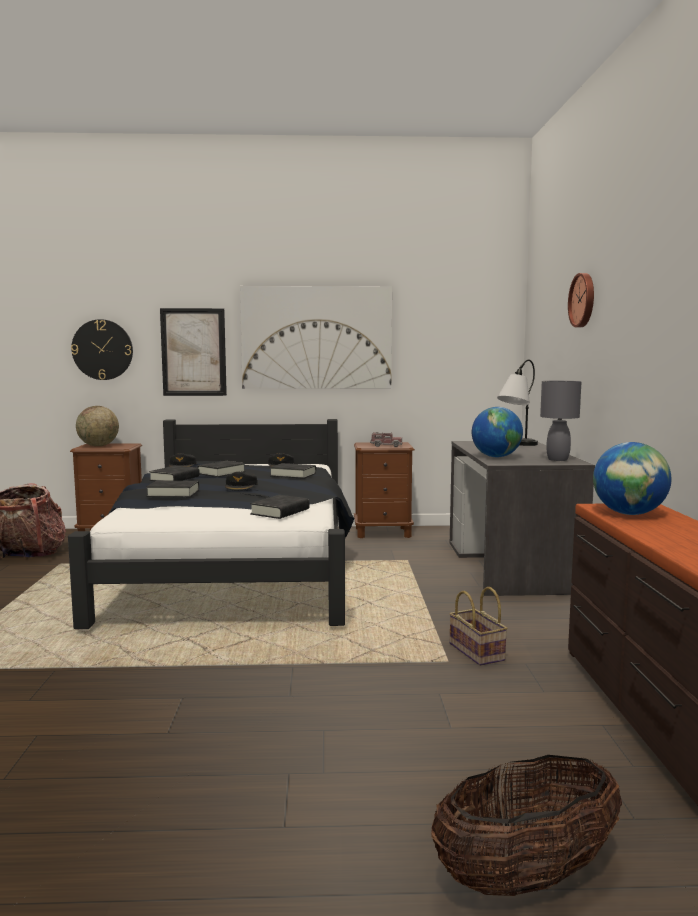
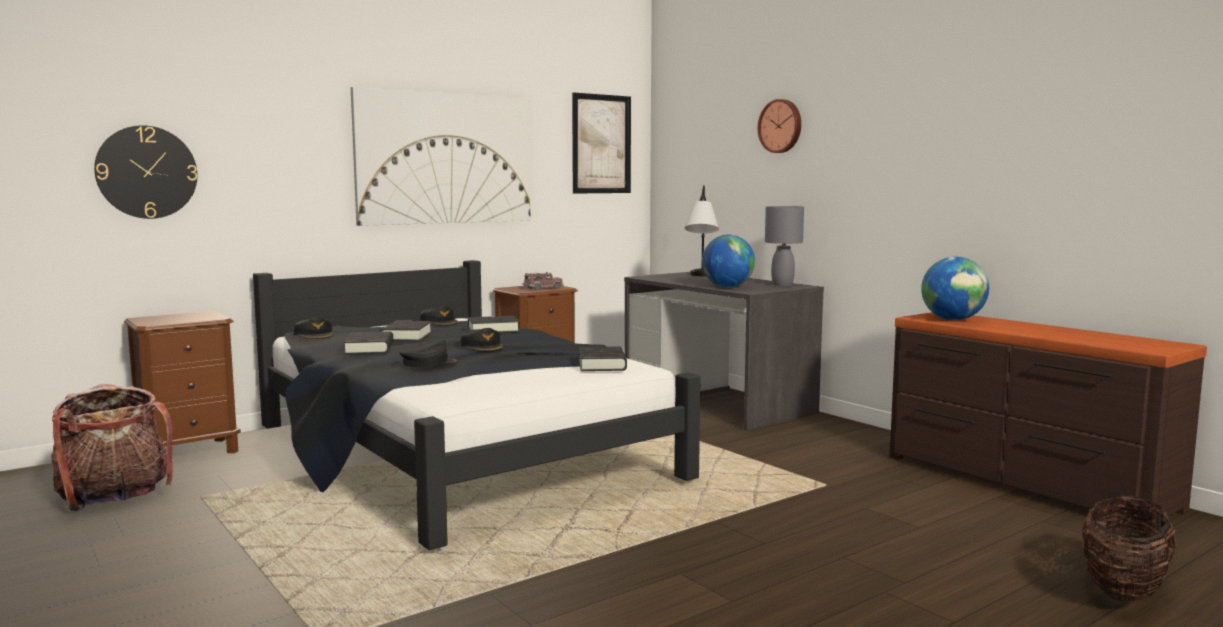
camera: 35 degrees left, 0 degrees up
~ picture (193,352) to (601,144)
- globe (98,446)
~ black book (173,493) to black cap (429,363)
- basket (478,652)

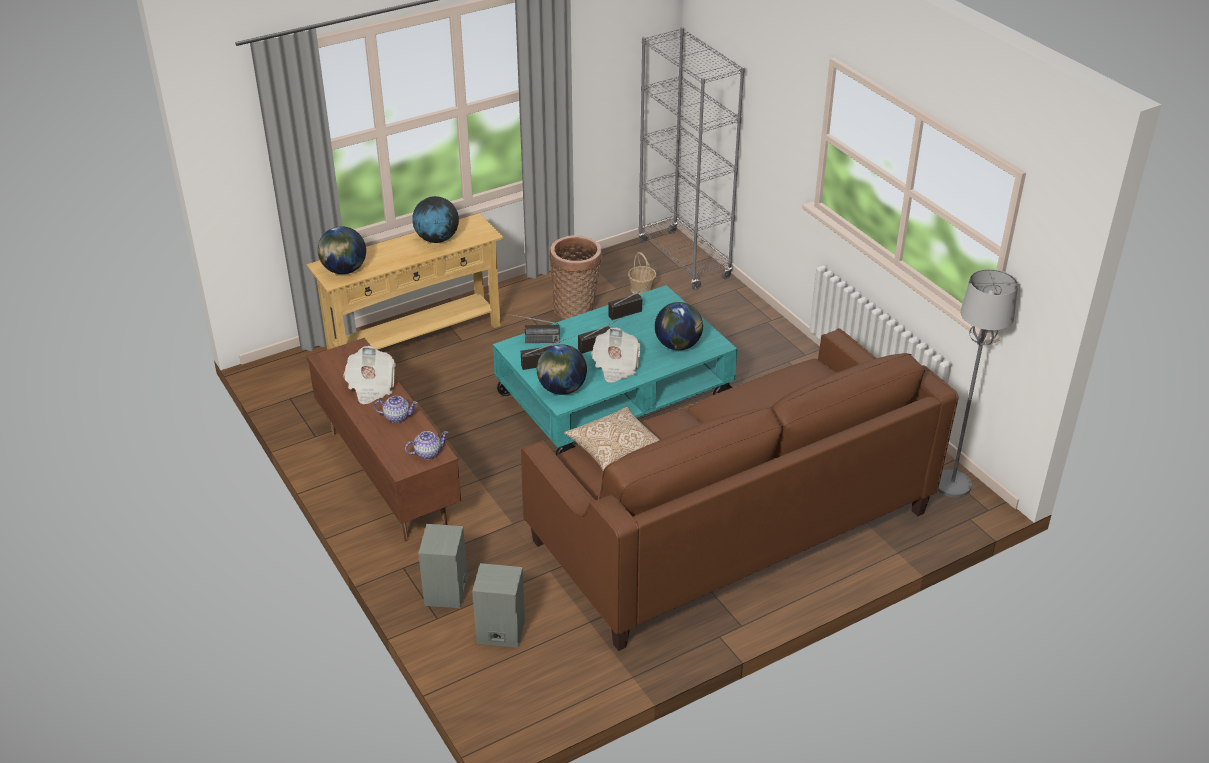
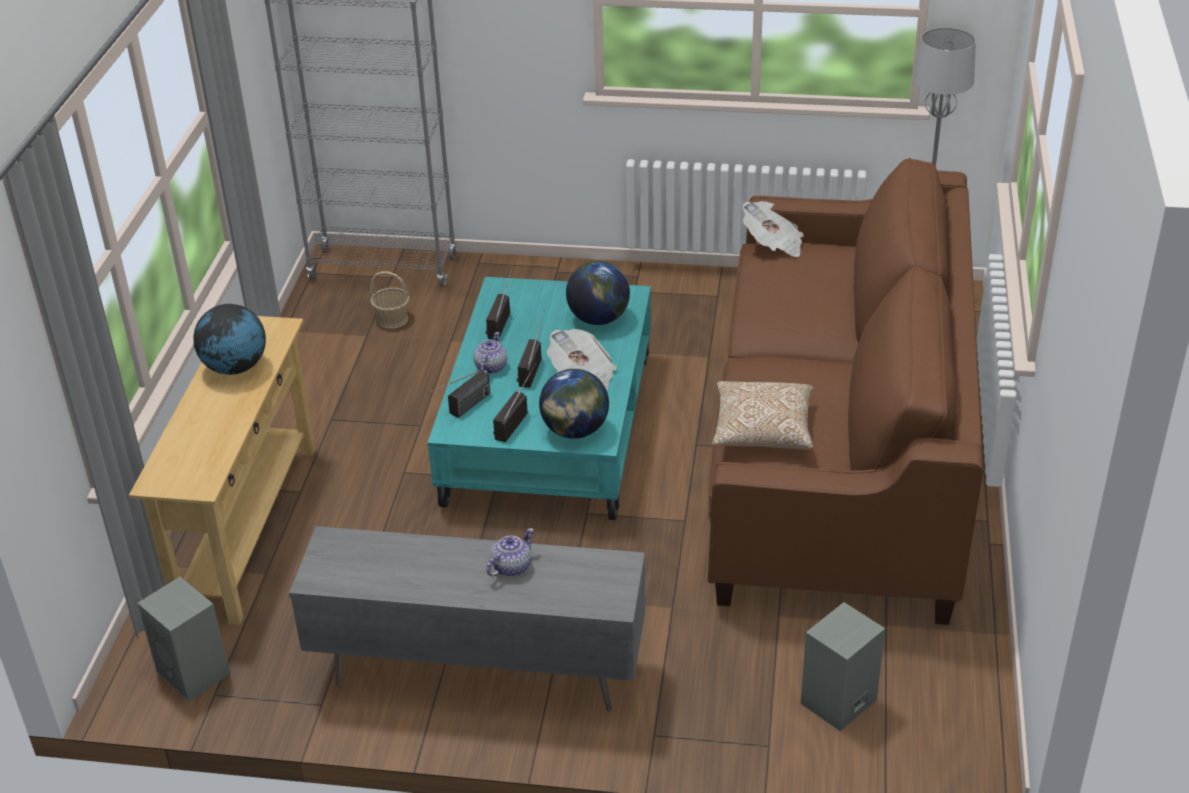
camera: 50 degrees left, 0 degrees up
- globe (344,270)
- basket (576,308)
~ brown tv stand (388,477) to grey tv stand (479,673)
~ newspaper (371,387) to (773,244)
~ teapot (427,453) to (490,367)
~ grey speaker (447,592) to (195,673)

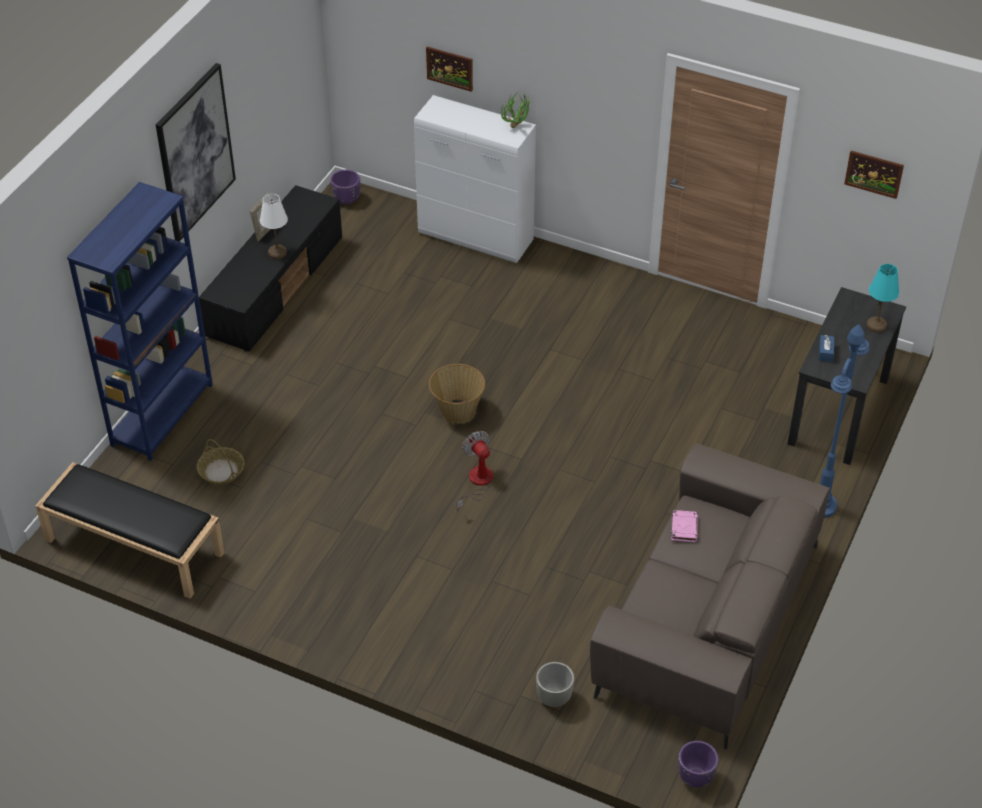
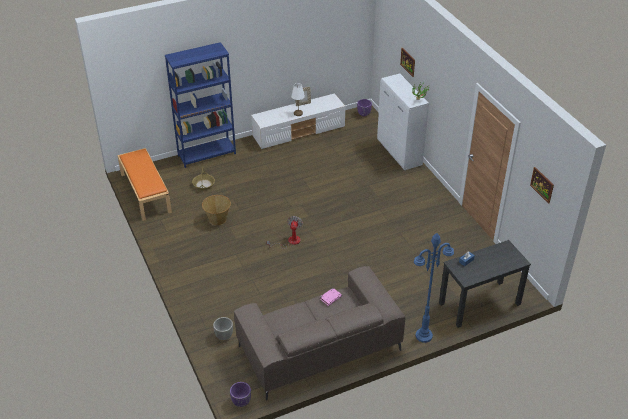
camera: 40 degrees right, 5 degrees down
- picture (195,152)
~ black tv stand (275,287) to white tv stand (299,132)
- turquoise table lamp (876,325)
~ basket (457,411) to (217,219)
~ black bench (133,546) to orange bench (145,192)

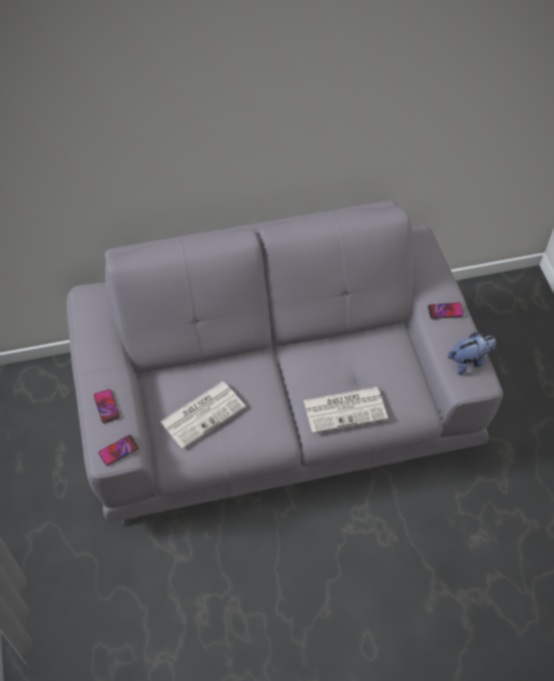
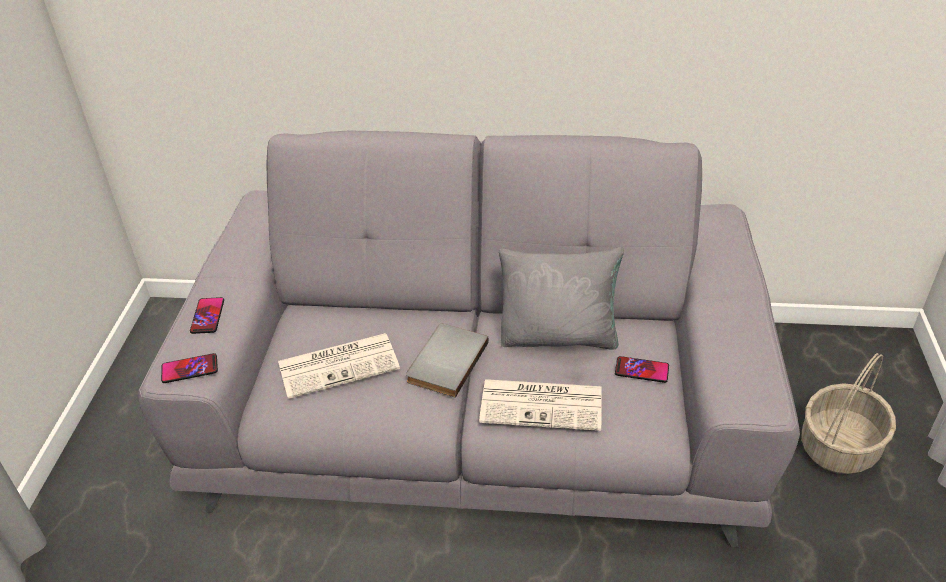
camera: 20 degrees right, 15 degrees down
~ phone (445,311) to (641,370)
- plush toy (469,361)
+ grey pillow (559,336)
+ grey book (445,361)
+ basket (838,446)

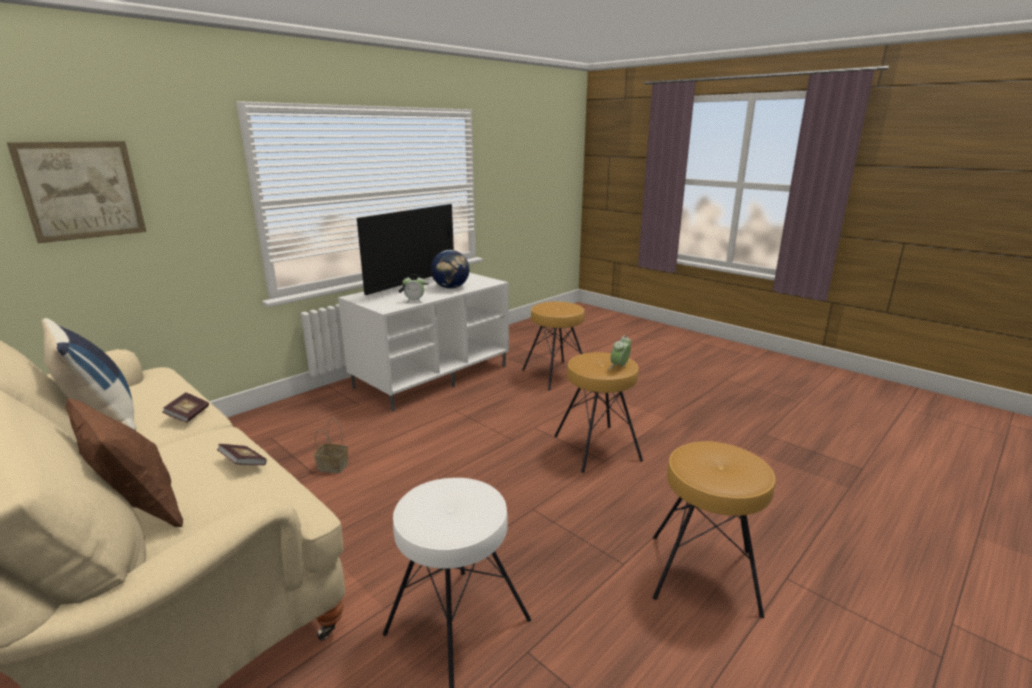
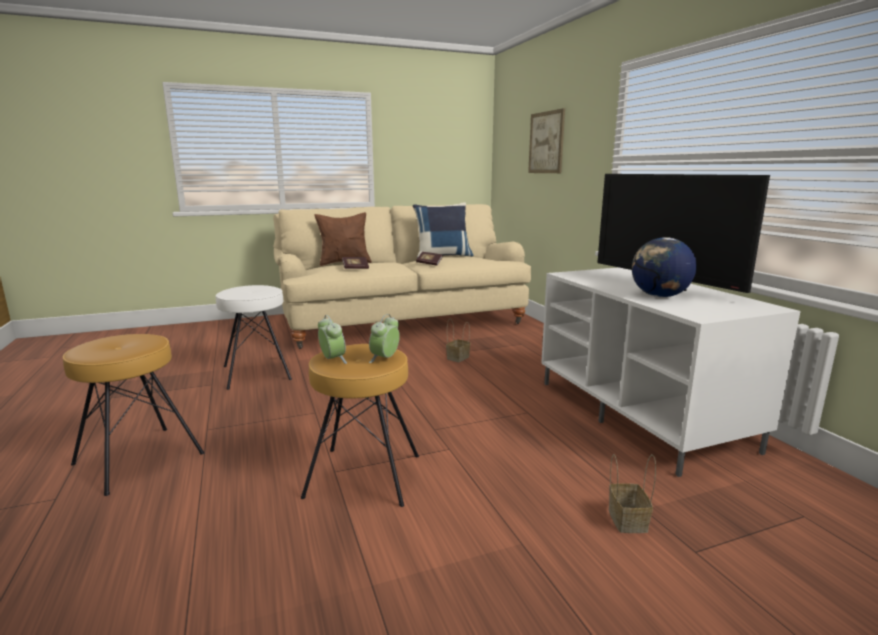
camera: 115 degrees right, 5 degrees down
~ alarm clock (414,301) to (385,359)
~ brown stool (555,375) to basket (626,519)

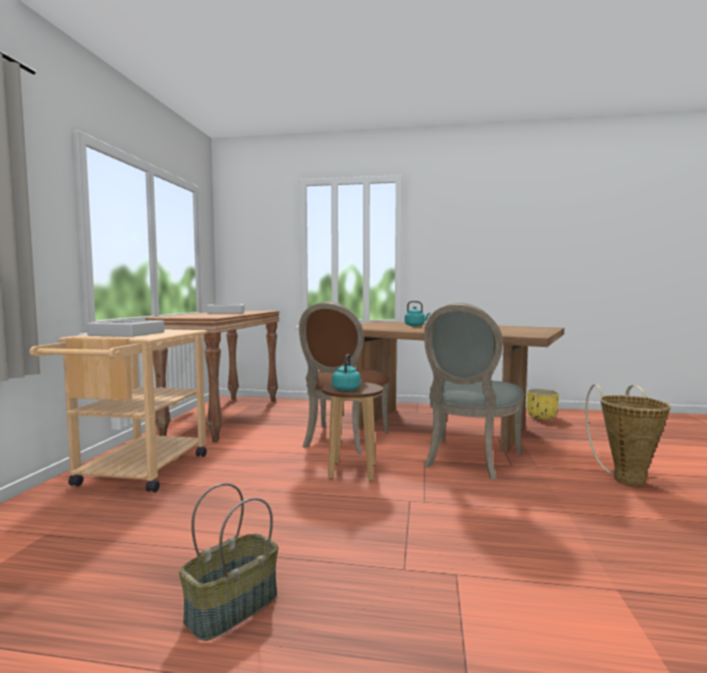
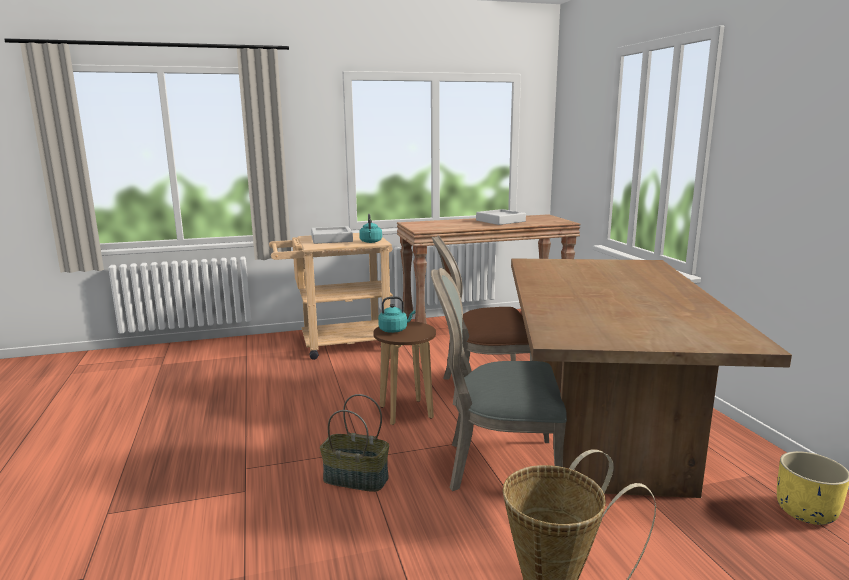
camera: 65 degrees right, 10 degrees up
~ turquoise kettle (416,325) to (371,242)
~ basket (232,609) to (355,479)

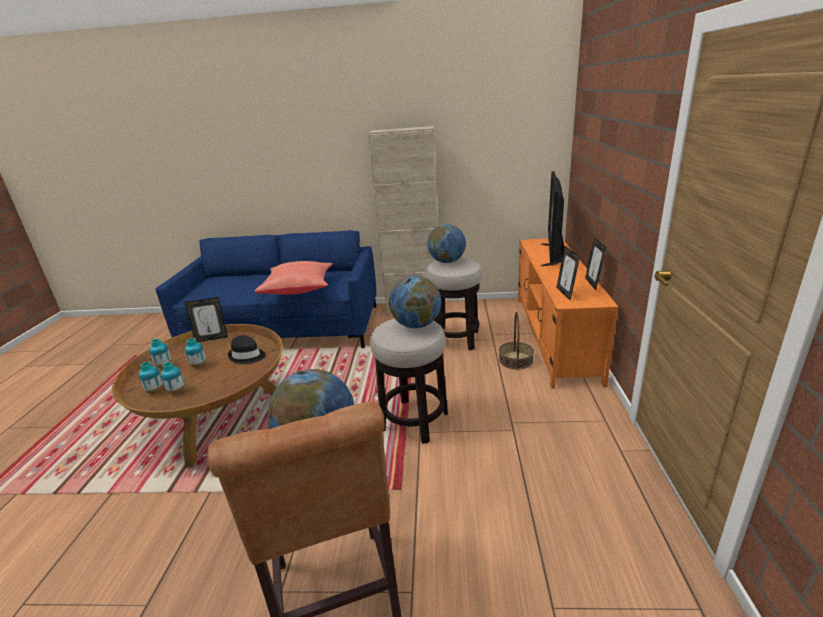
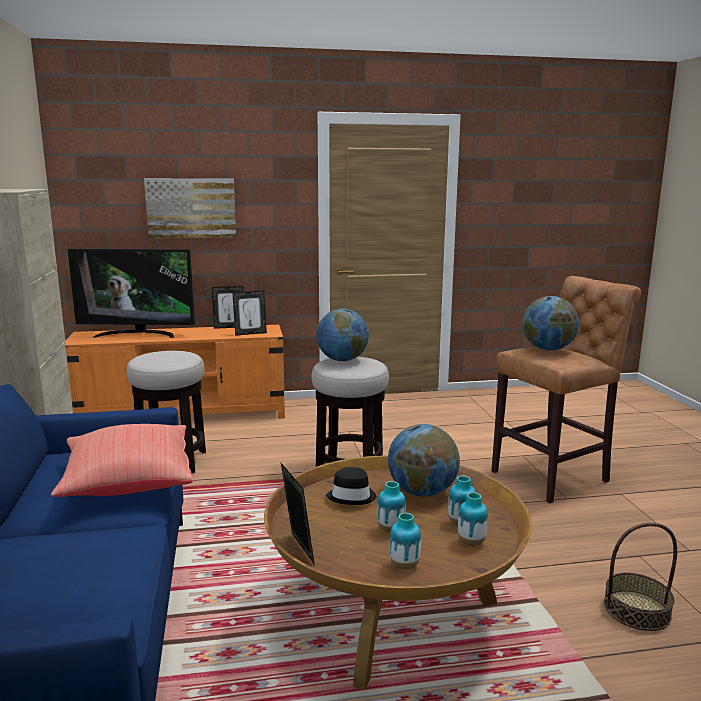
camera: 105 degrees left, 10 degrees down
~ globe (447,261) to (422,492)
~ basket (515,360) to (636,610)
+ picture (191,208)

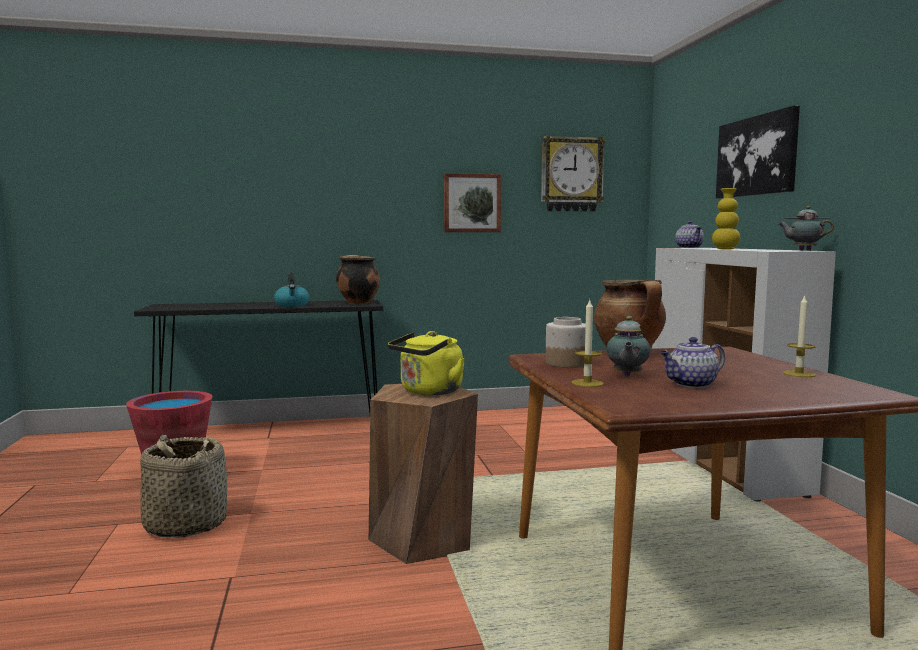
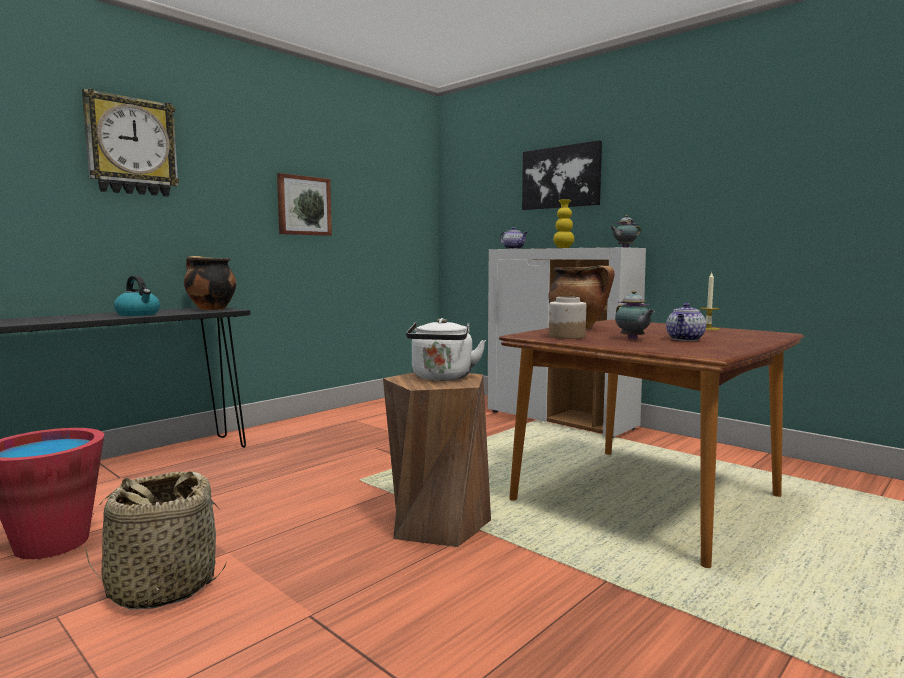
camera: 35 degrees left, 0 degrees up
~ wall clock (571,174) to (131,146)
- candle (587,383)
~ yellow kettle (428,392) to white kettle (442,378)

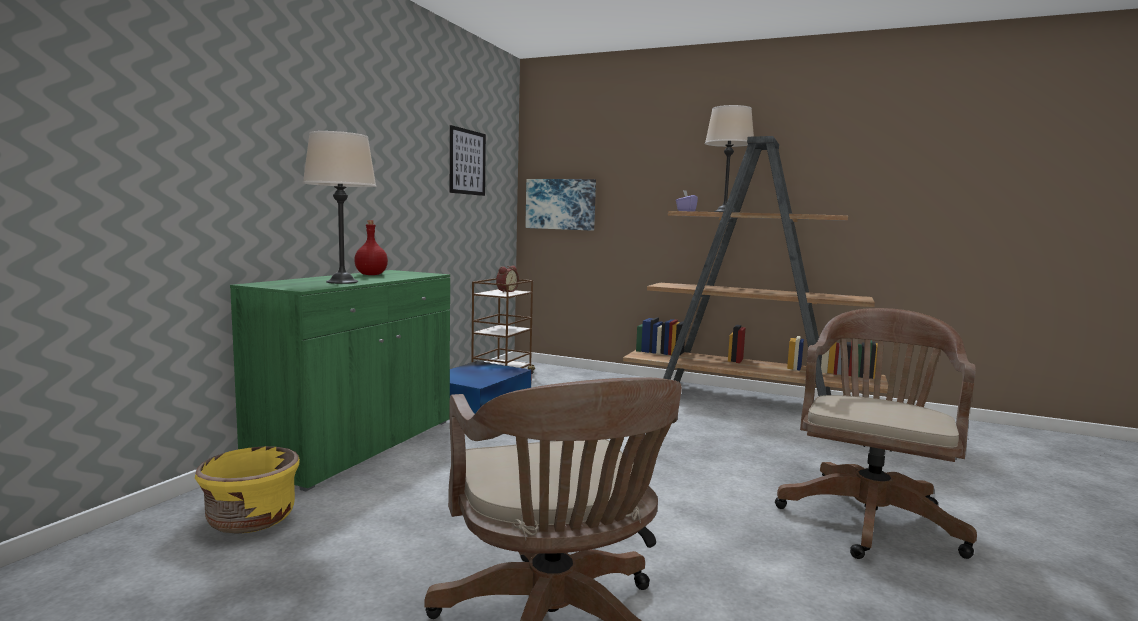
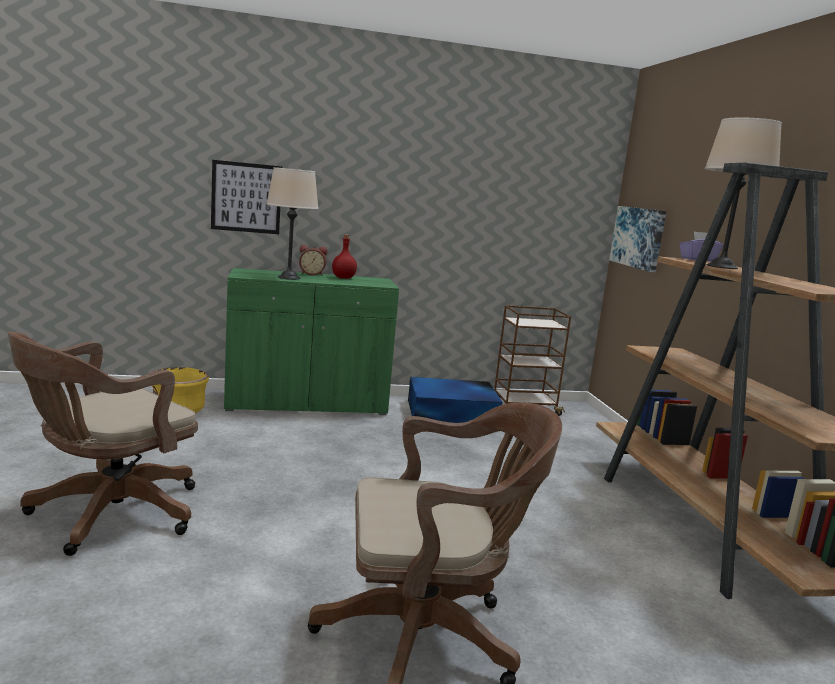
camera: 55 degrees right, 5 degrees up
~ picture (467,162) to (246,197)
~ alarm clock (506,291) to (312,274)

